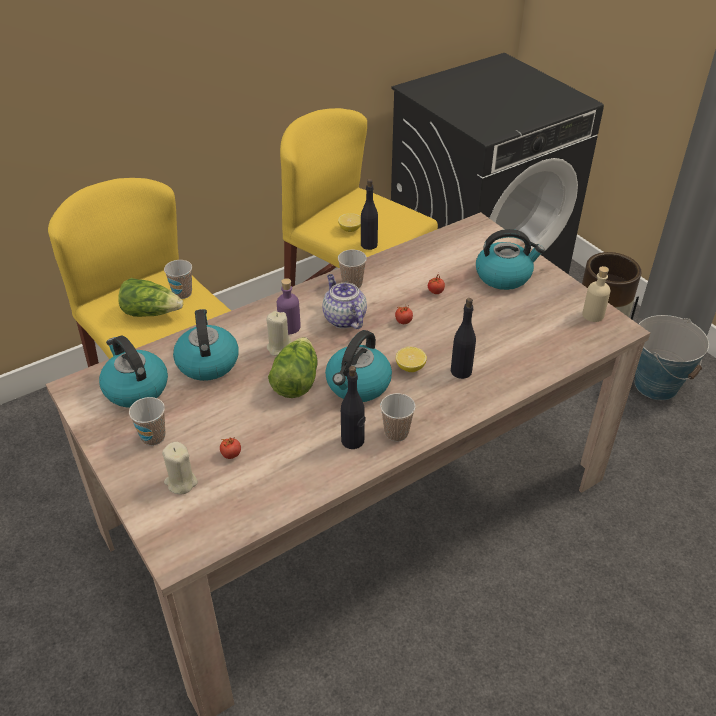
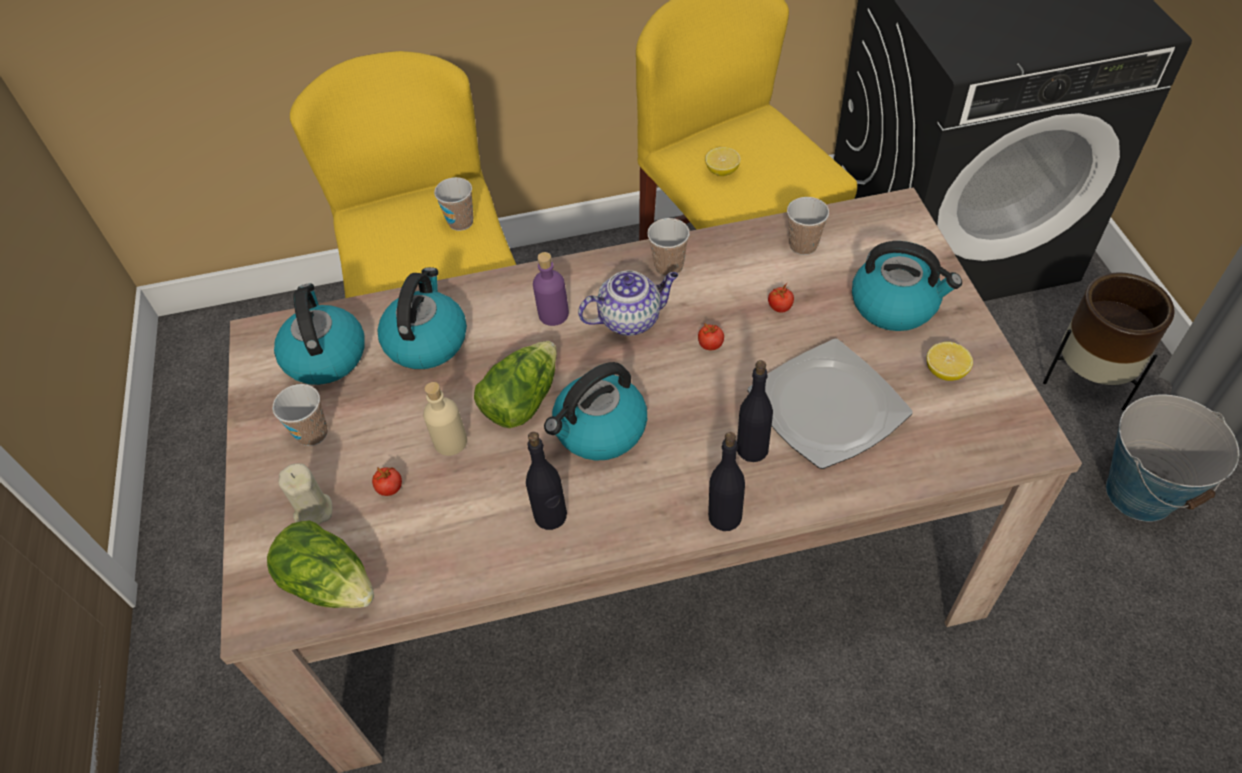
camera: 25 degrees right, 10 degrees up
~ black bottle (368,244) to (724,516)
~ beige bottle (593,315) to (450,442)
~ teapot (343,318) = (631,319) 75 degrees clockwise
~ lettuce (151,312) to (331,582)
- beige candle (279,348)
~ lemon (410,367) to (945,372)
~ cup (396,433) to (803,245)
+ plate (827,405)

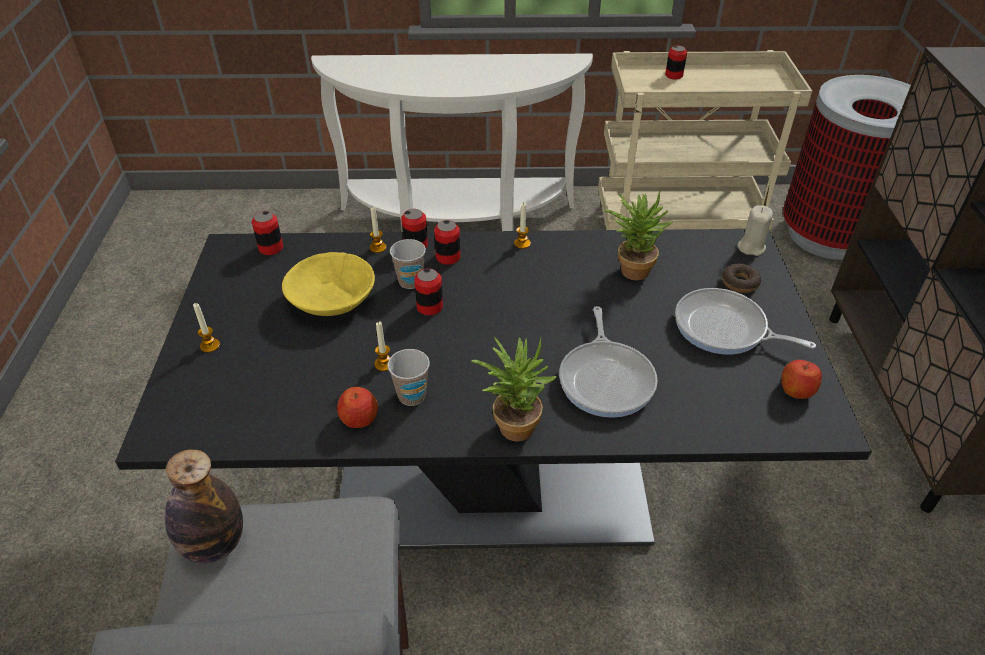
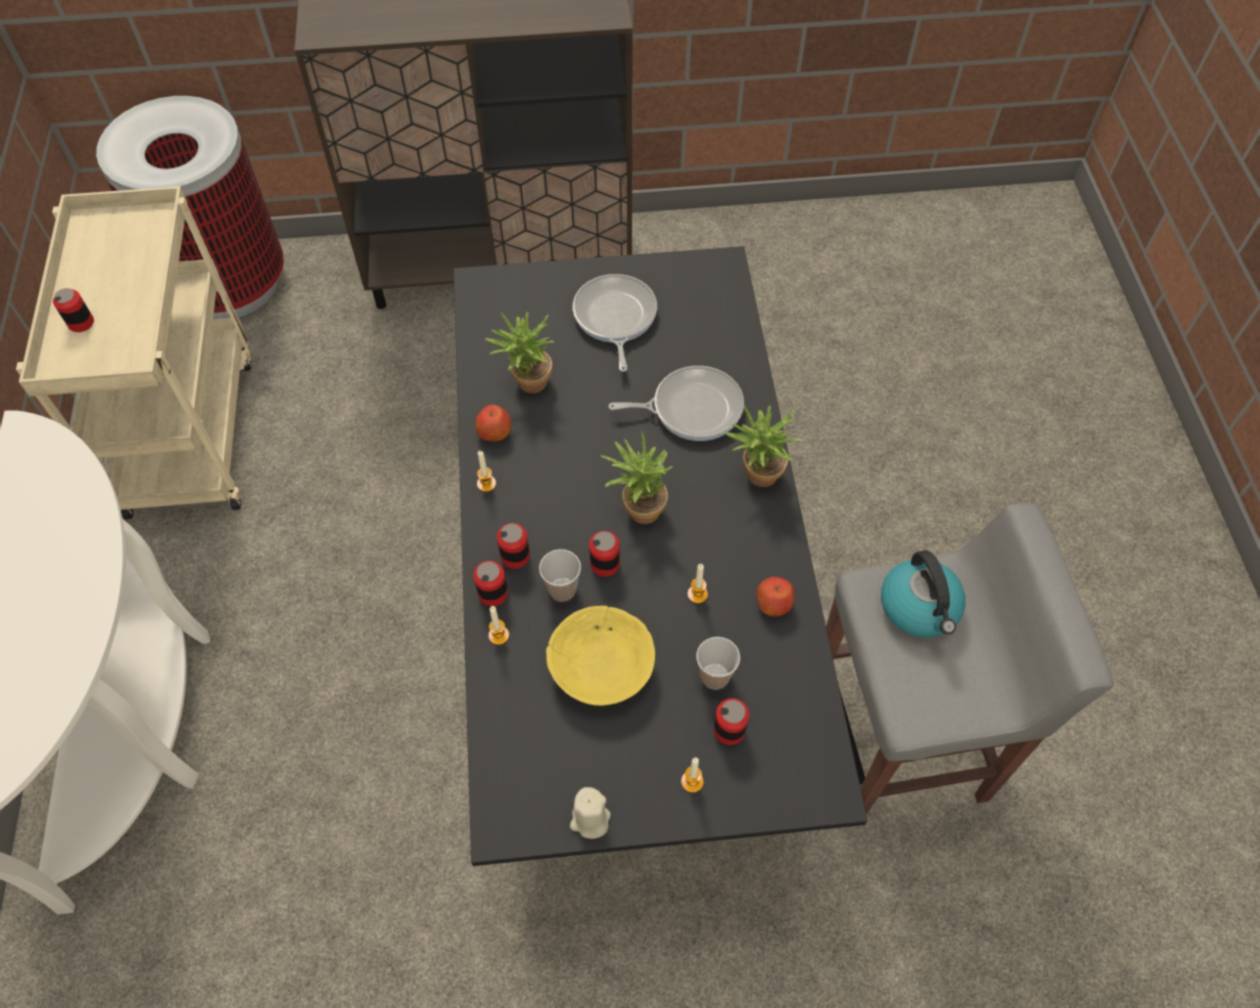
camera: 95 degrees left, 15 degrees up
~ beige candle (751,247) to (590,820)
~ can (271,248) to (729,730)
- donut (739,283)
~ frying pan (724,329) = (614,318) 150 degrees clockwise
~ cup (412,396) to (715,676)
~ apple (796,390) to (494,432)
- bottle (214,544)
+ potted plant (637,508)
+ kettle (919,608)

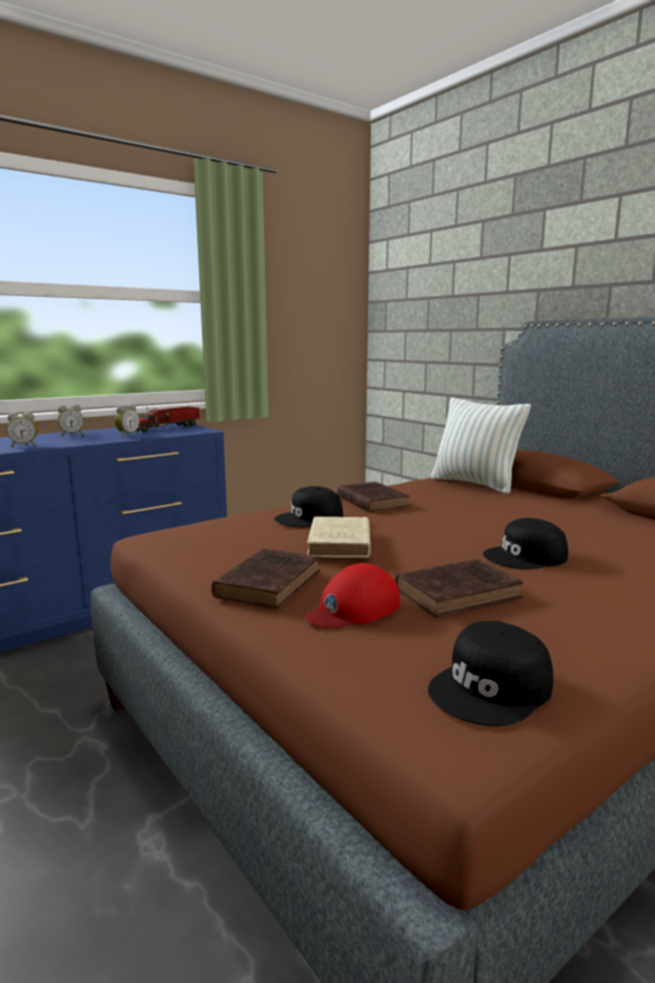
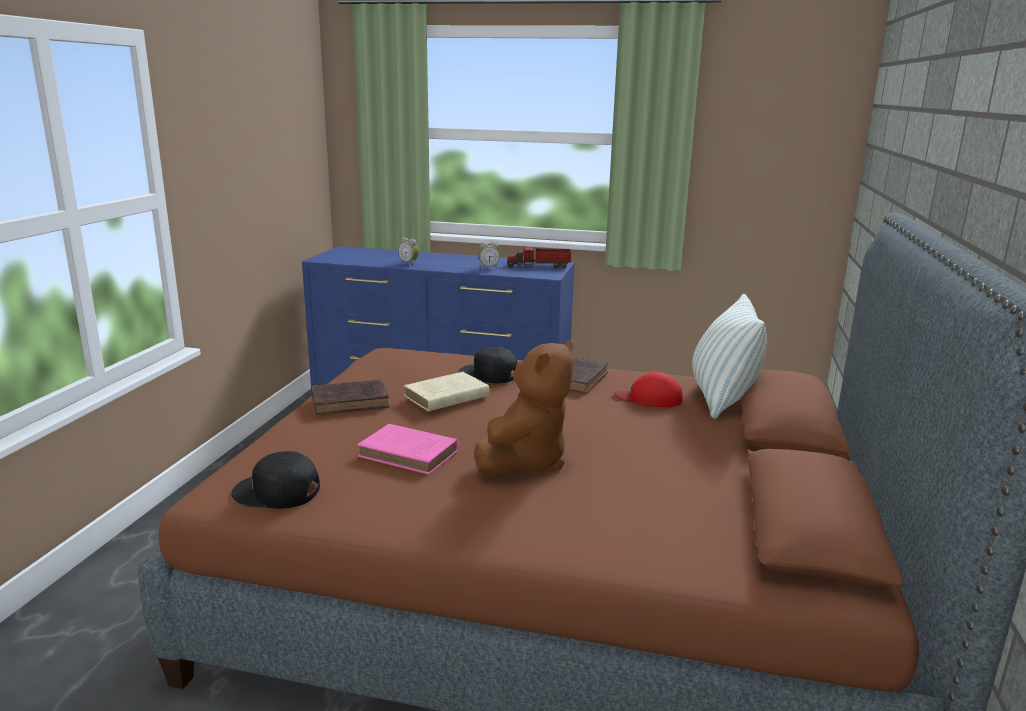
camera: 50 degrees right, 5 degrees up
- alarm clock (72,435)
~ black cap (526,557) to brown plush toy (525,460)
~ brown book (460,593) to pink book (411,454)
~ red cap (353,609) to (649,398)

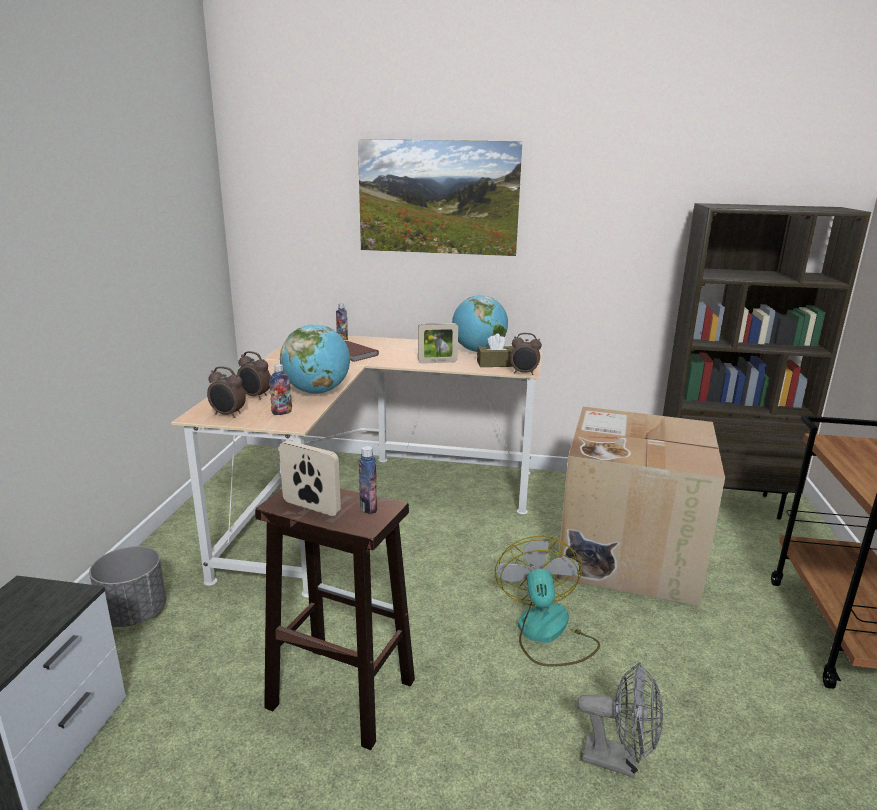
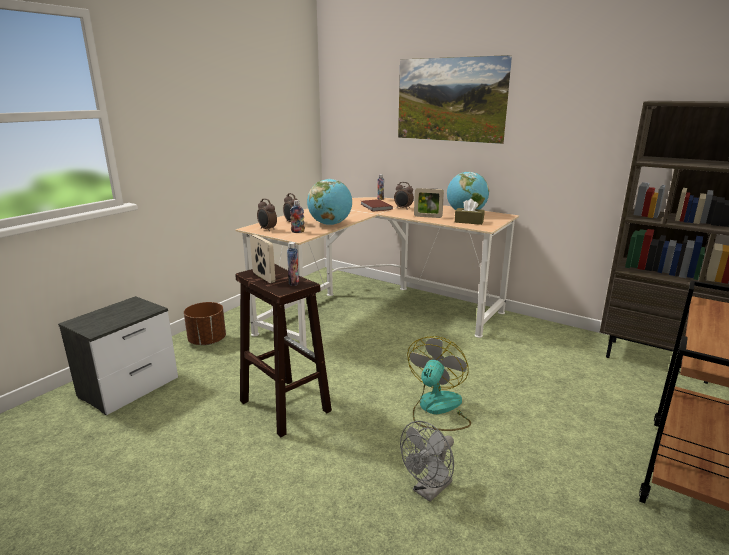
camera: 25 degrees right, 0 degrees up
~ alarm clock (524,373) to (403,208)
- cardboard box (626,552)
~ grey planter (135,613) to brown planter (207,341)
~ grey fan (619,760) = (429,491) 90 degrees clockwise

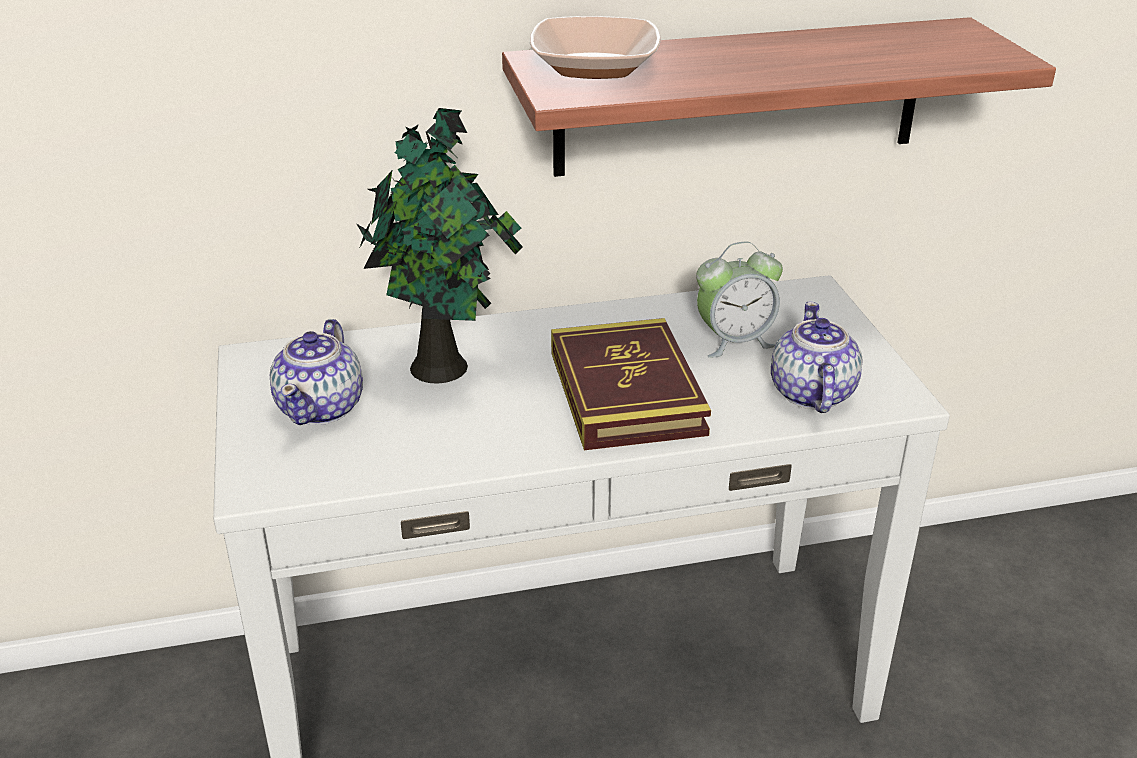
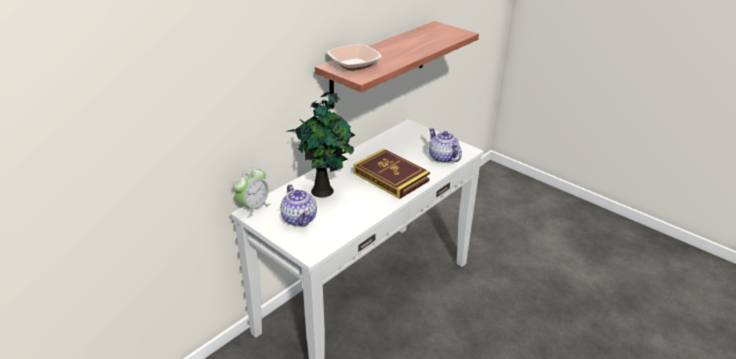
camera: 35 degrees left, 0 degrees up
~ alarm clock (734,341) to (253,207)

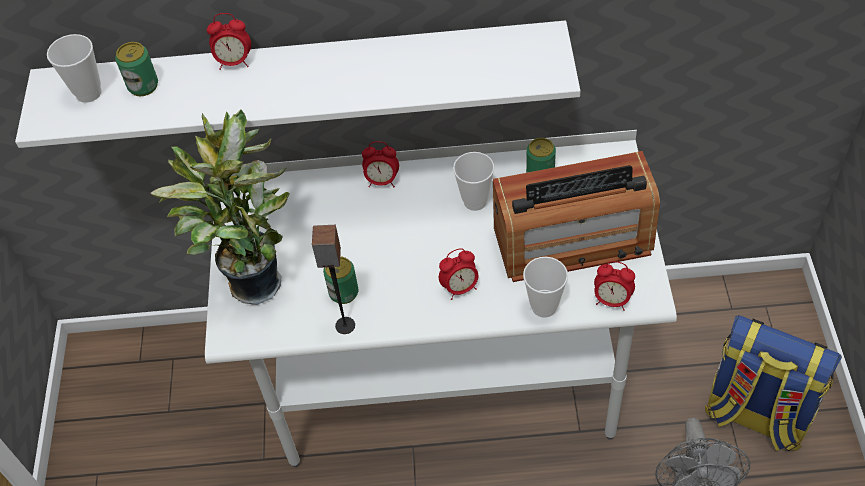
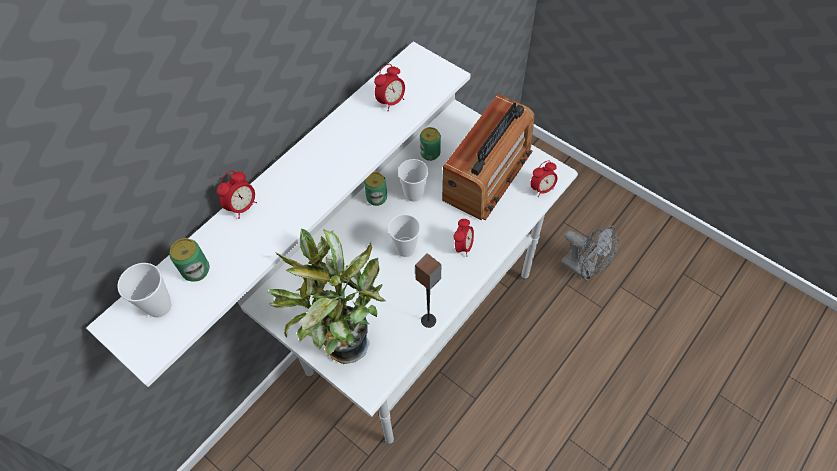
camera: 50 degrees left, 5 degrees up
~ alarm clock (382,181) to (391,102)
~ can (343,292) to (376,198)
~ cup (544,307) to (405,249)
- backpack (756,414)

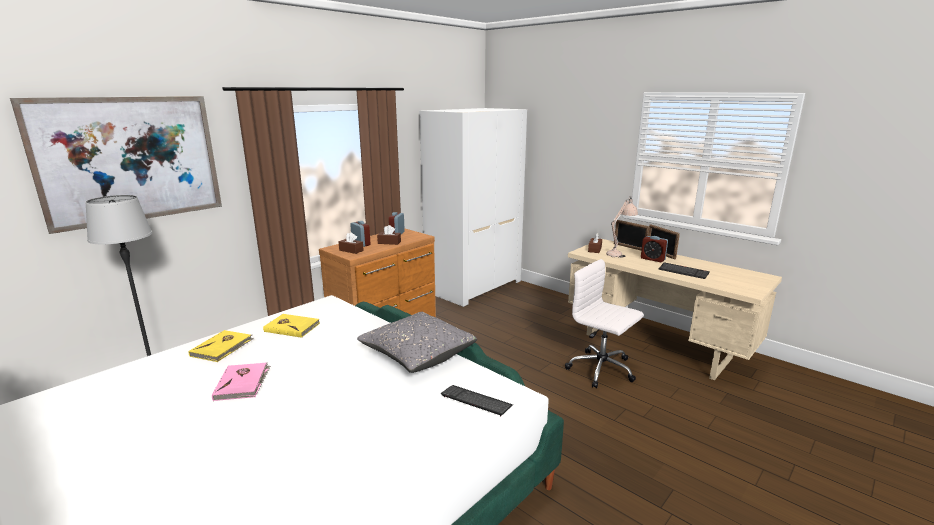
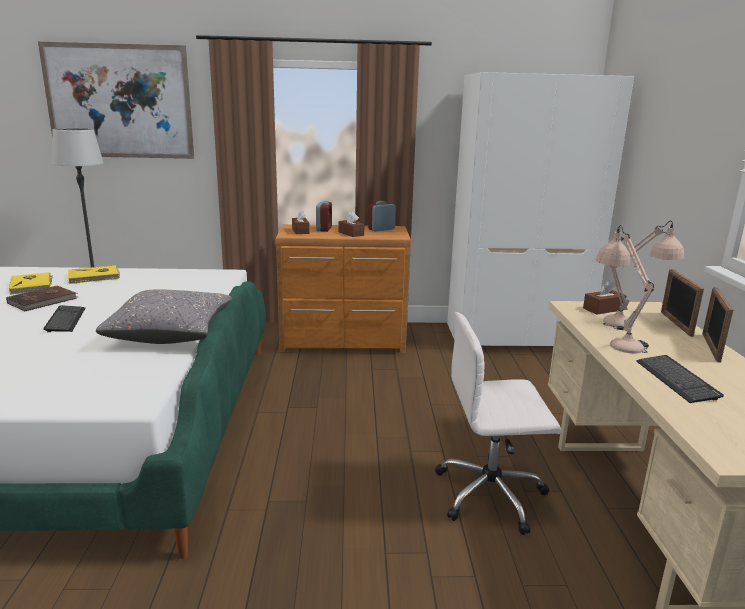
camera: 45 degrees right, 0 degrees up
- alarm clock (652,259)
~ white office chair (602,370) = (492,494) 90 degrees counterclockwise
~ yellow book (292,327) to (32,285)
~ pink book (243,383) to brown book (43,301)
~ keyboard (476,401) to (65,320)
+ beige table lamp (615,340)

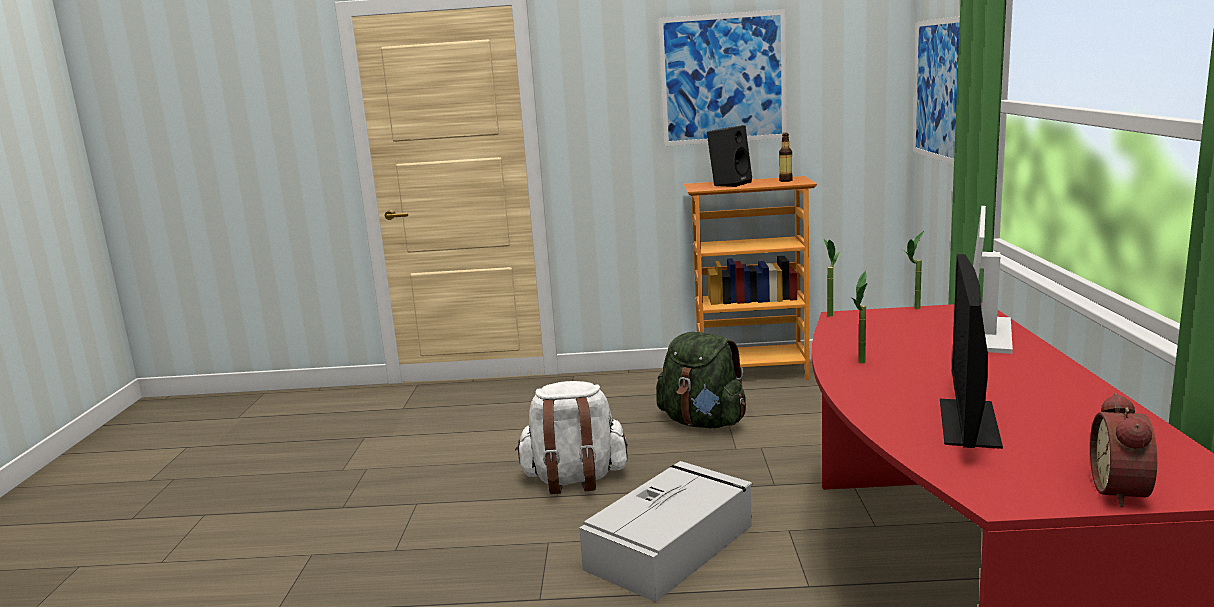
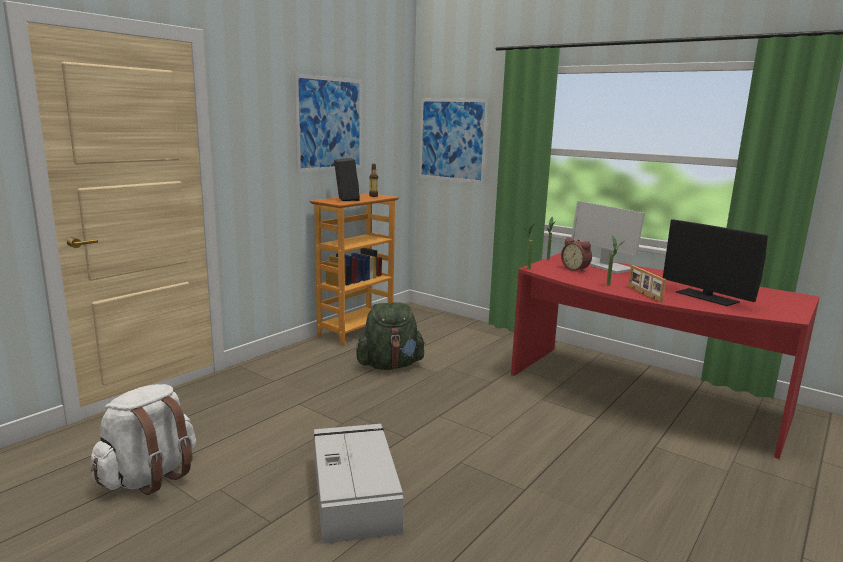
camera: 55 degrees left, 0 degrees up
~ white backpack (574,479) to (149,476)
~ alarm clock (1124,491) to (576,269)
~ grey storage box (672,546) to (354,493)
+ picture frame (643,294)

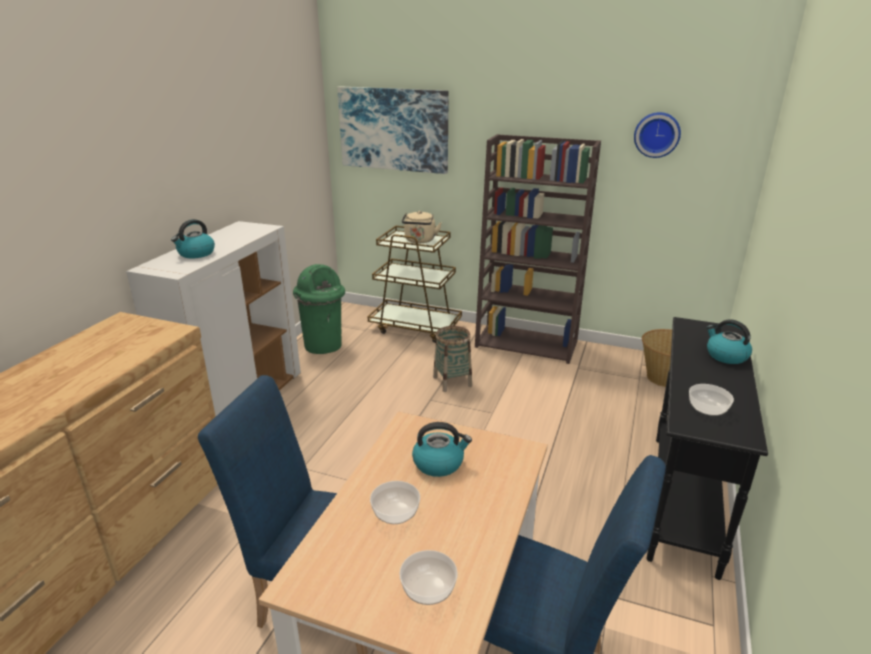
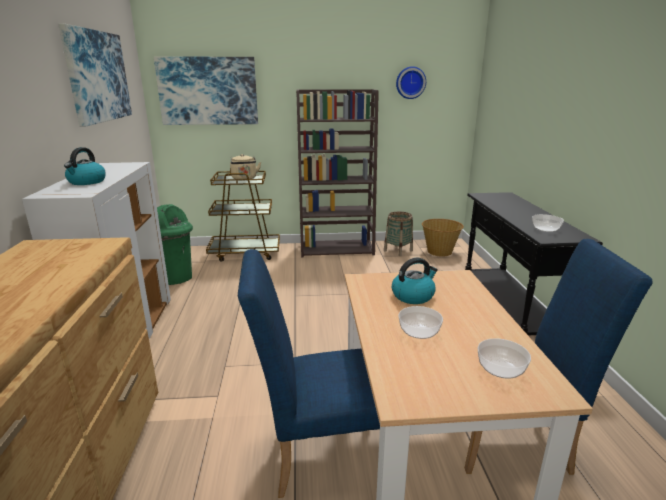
camera: 25 degrees left, 5 degrees down
- kettle (726,355)
~ basket (452,381) to (398,250)
+ picture (98,76)

